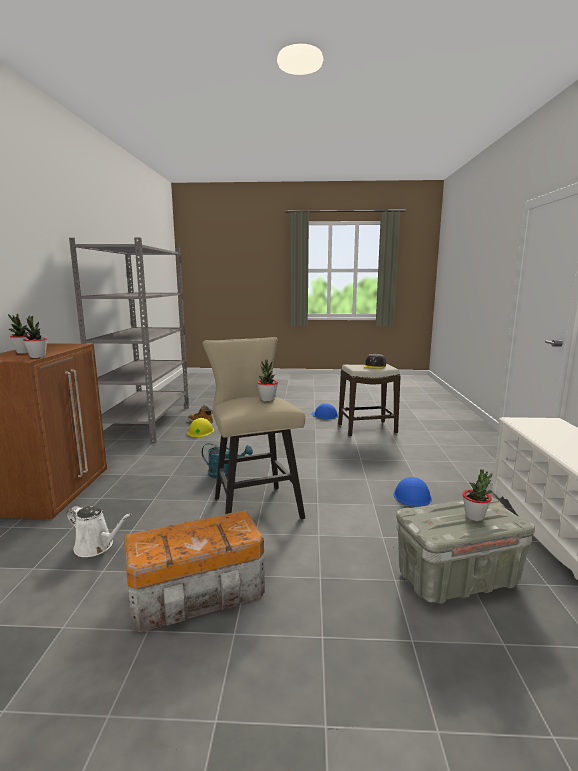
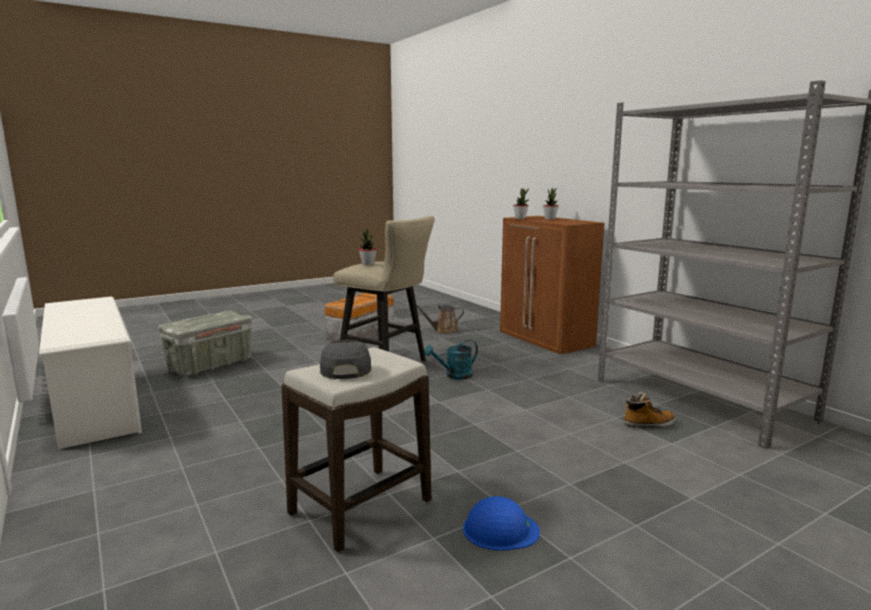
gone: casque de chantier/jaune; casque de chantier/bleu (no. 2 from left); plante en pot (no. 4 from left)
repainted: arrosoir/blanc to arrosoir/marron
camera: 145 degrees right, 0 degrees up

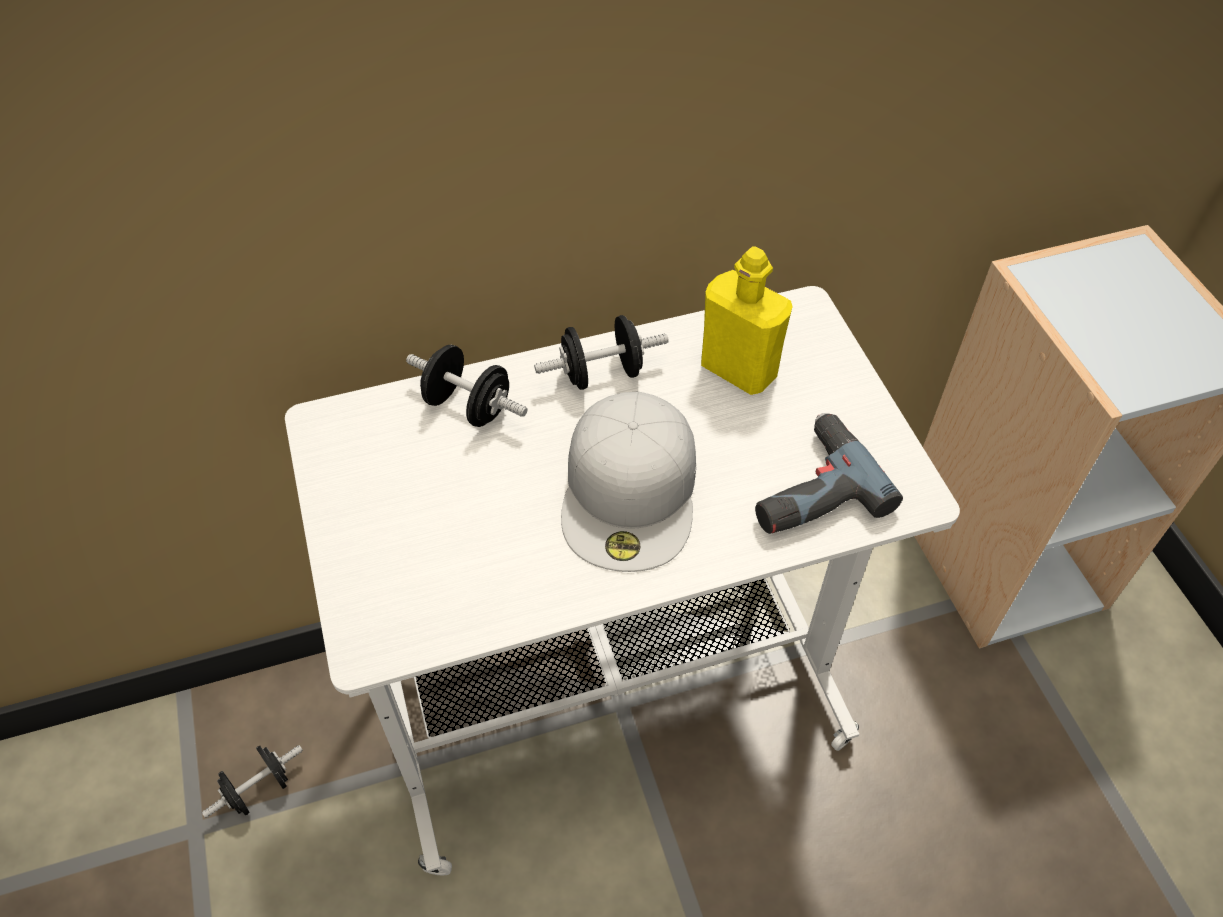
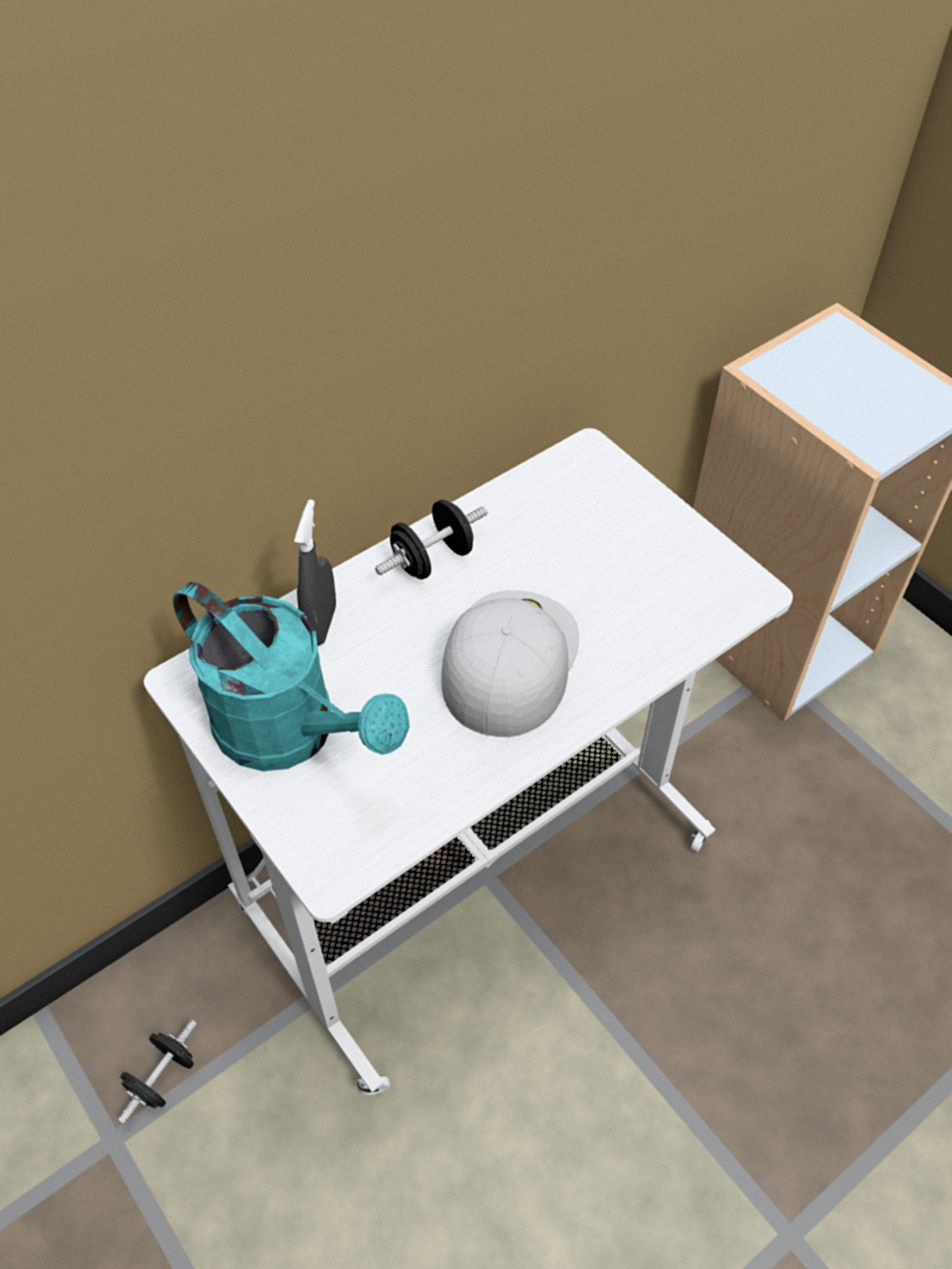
gone: bouteille/jaune; perceuse
new: arrosoir/turquoise
swapped: haltère/noir (no. 2 from left) to vaporisateur/gris
rotated: casquette/blanc 150 degrees counterclockwise
camera: 20 degrees left, 0 degrees up

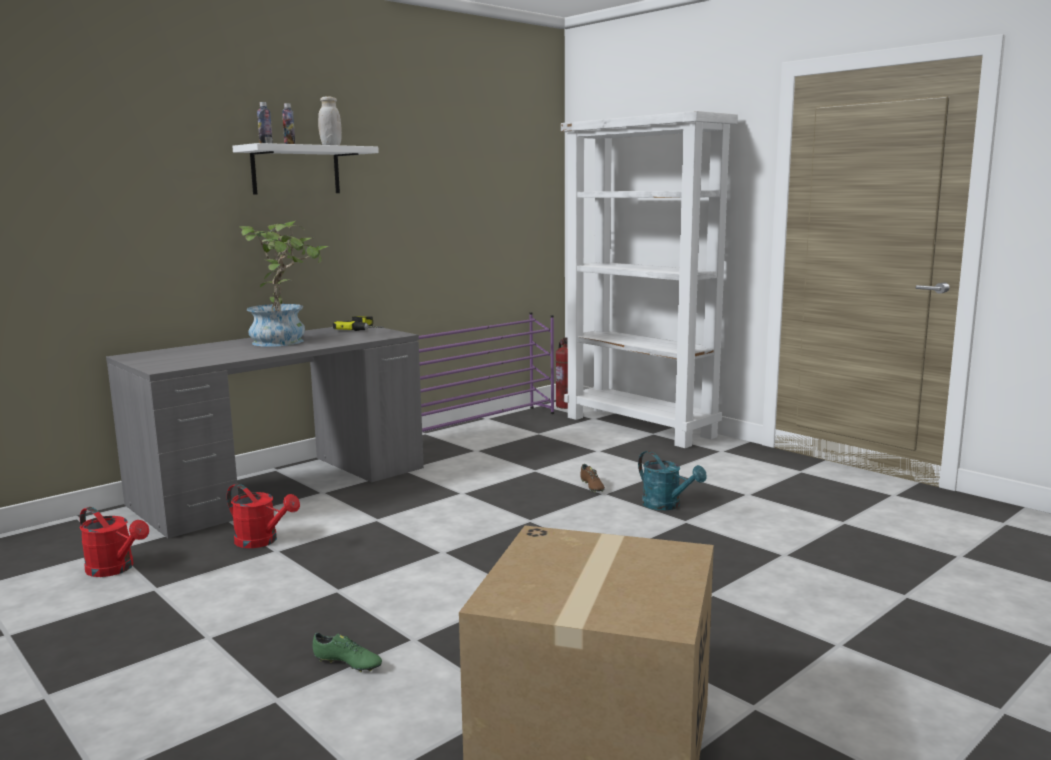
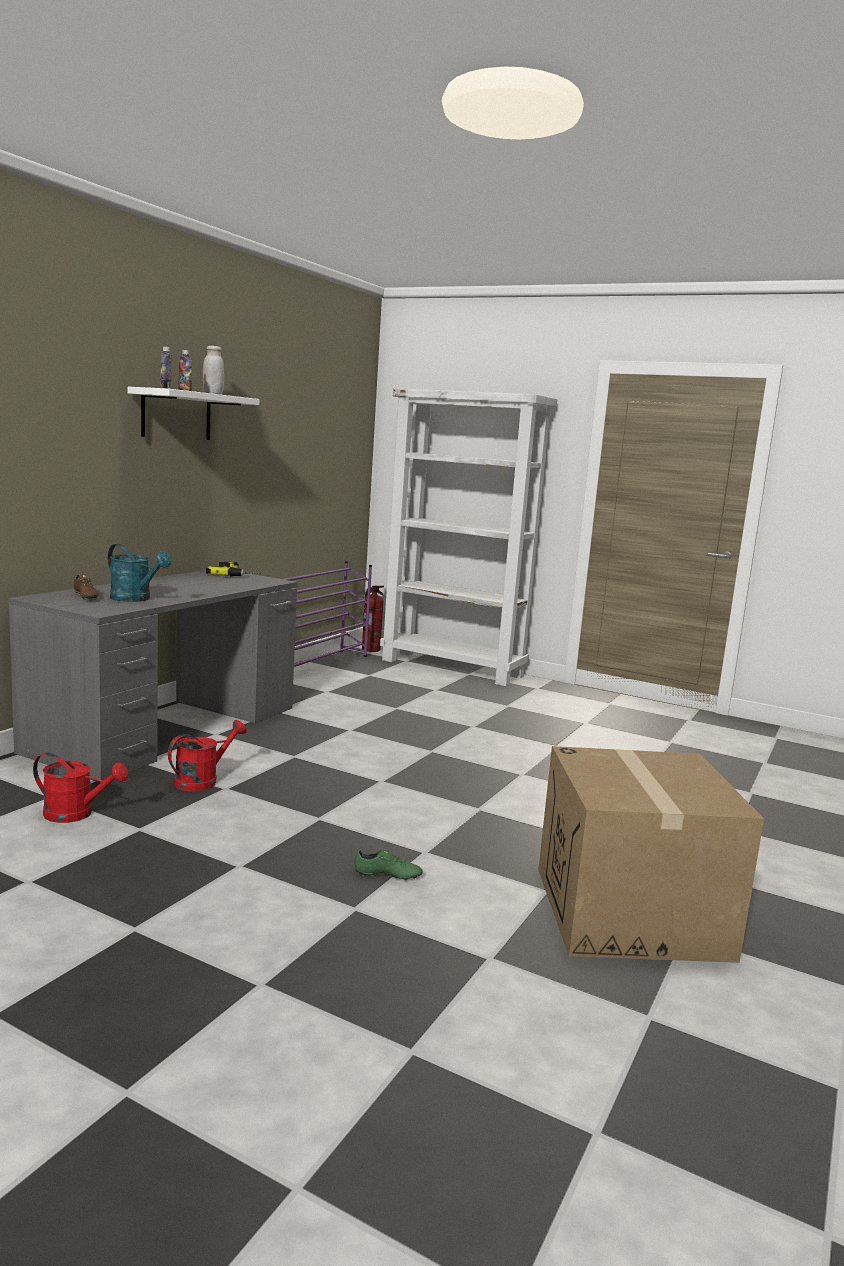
gone: plante en pot
shifted: chaussure/marron; arrosoir/turquoise
rotated: arrosoir/rouge (no. 2 from left) 60 degrees counterclockwise
camera: 20 degrees left, 0 degrees up

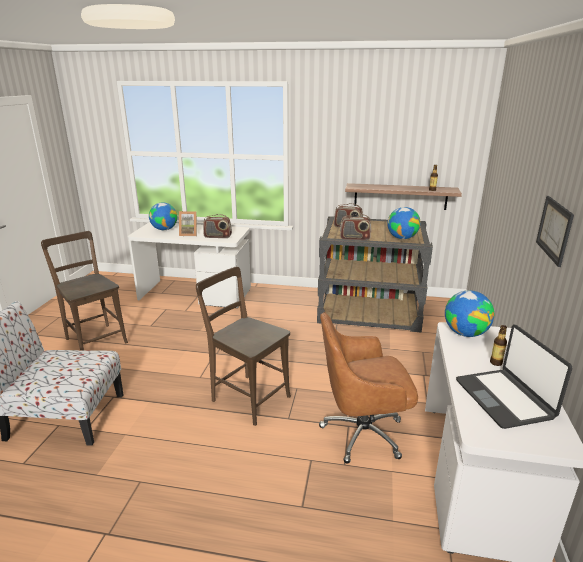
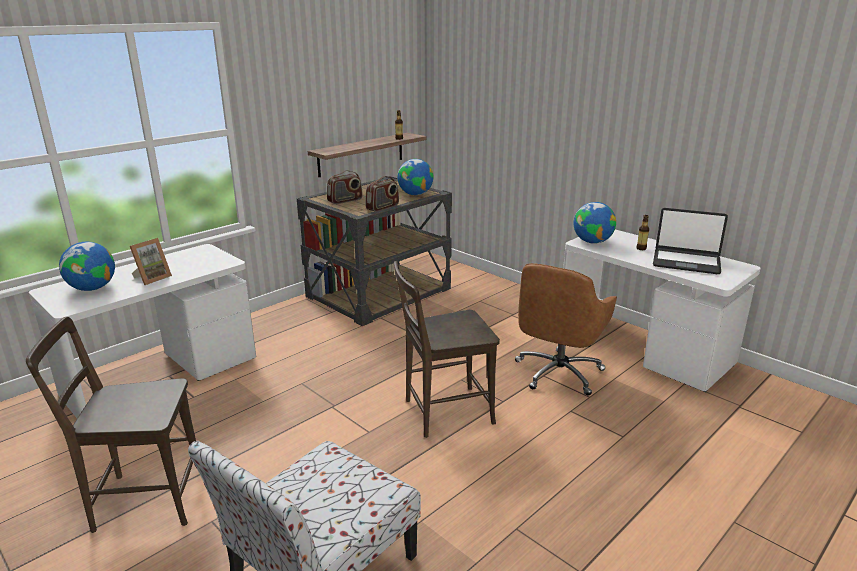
gone: radio (no. 1 from left); tableau
camera: 55 degrees left, 0 degrees up

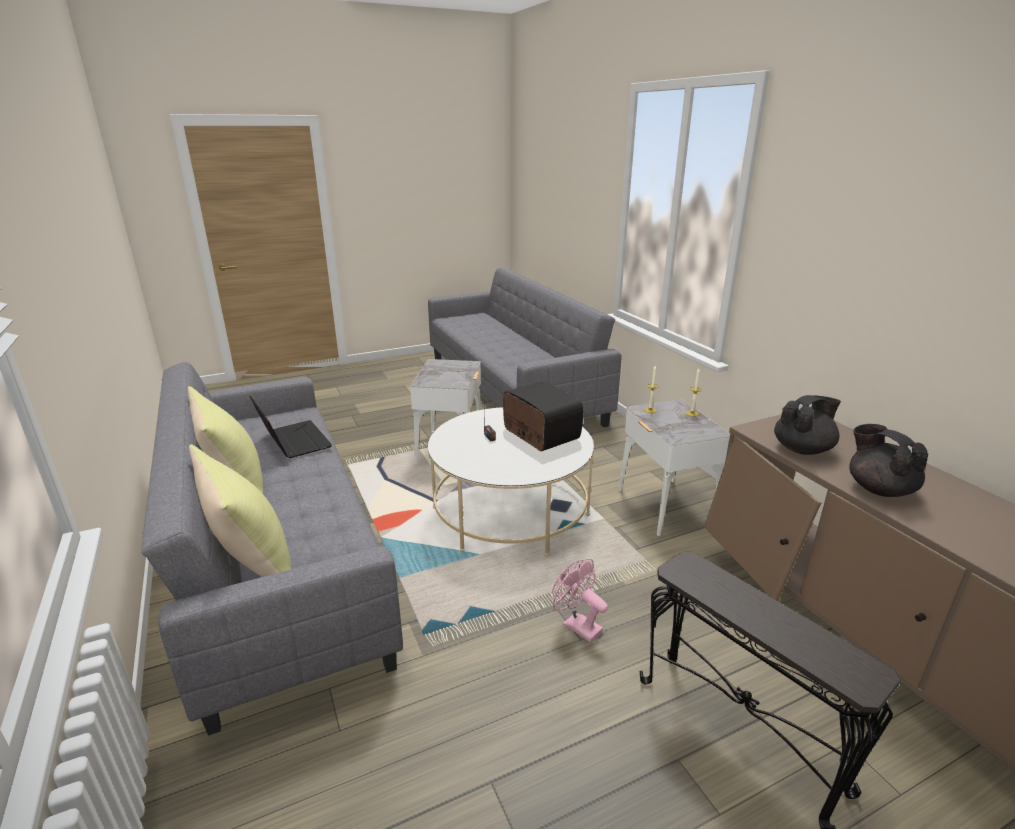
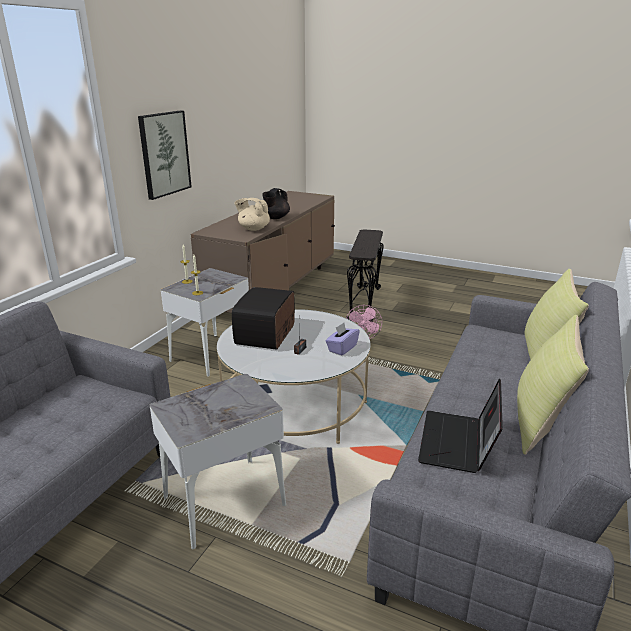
new: tableau; boîte à mouchoirs/violet
repainted: théière/noir (no. 1 from left) to théière/beige
camera: 130 degrees left, 0 degrees up

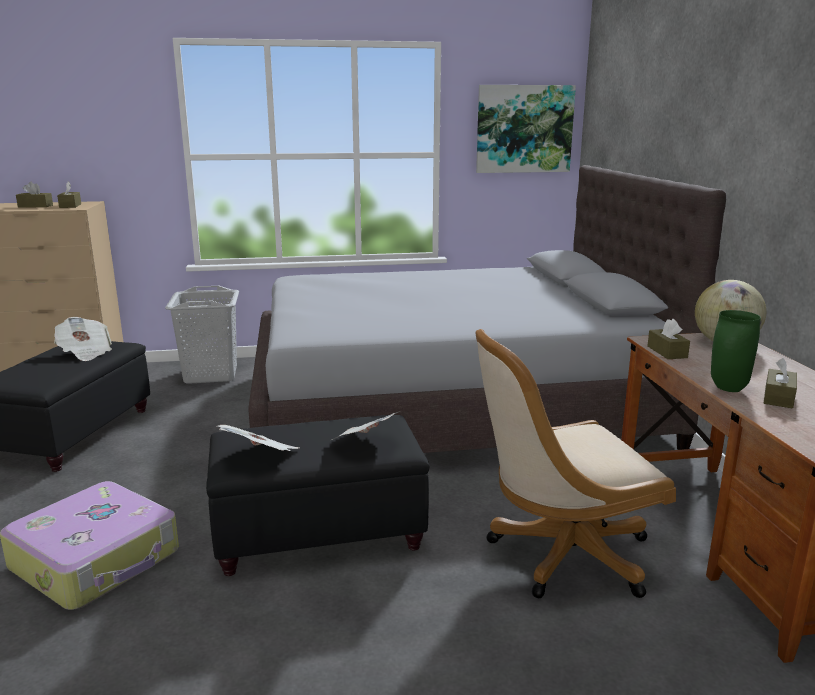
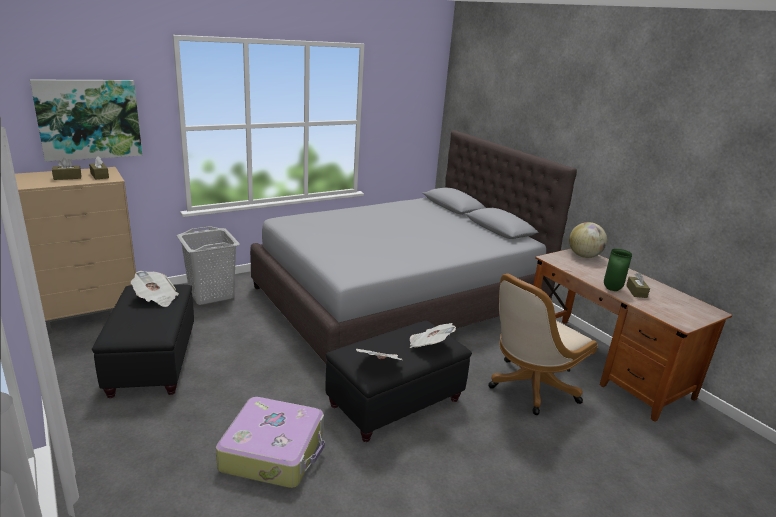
gone: boîte à mouchoirs/marron (no. 3 from left)
shifted: tableau
camera: 25 degrees left, 5 degrees up

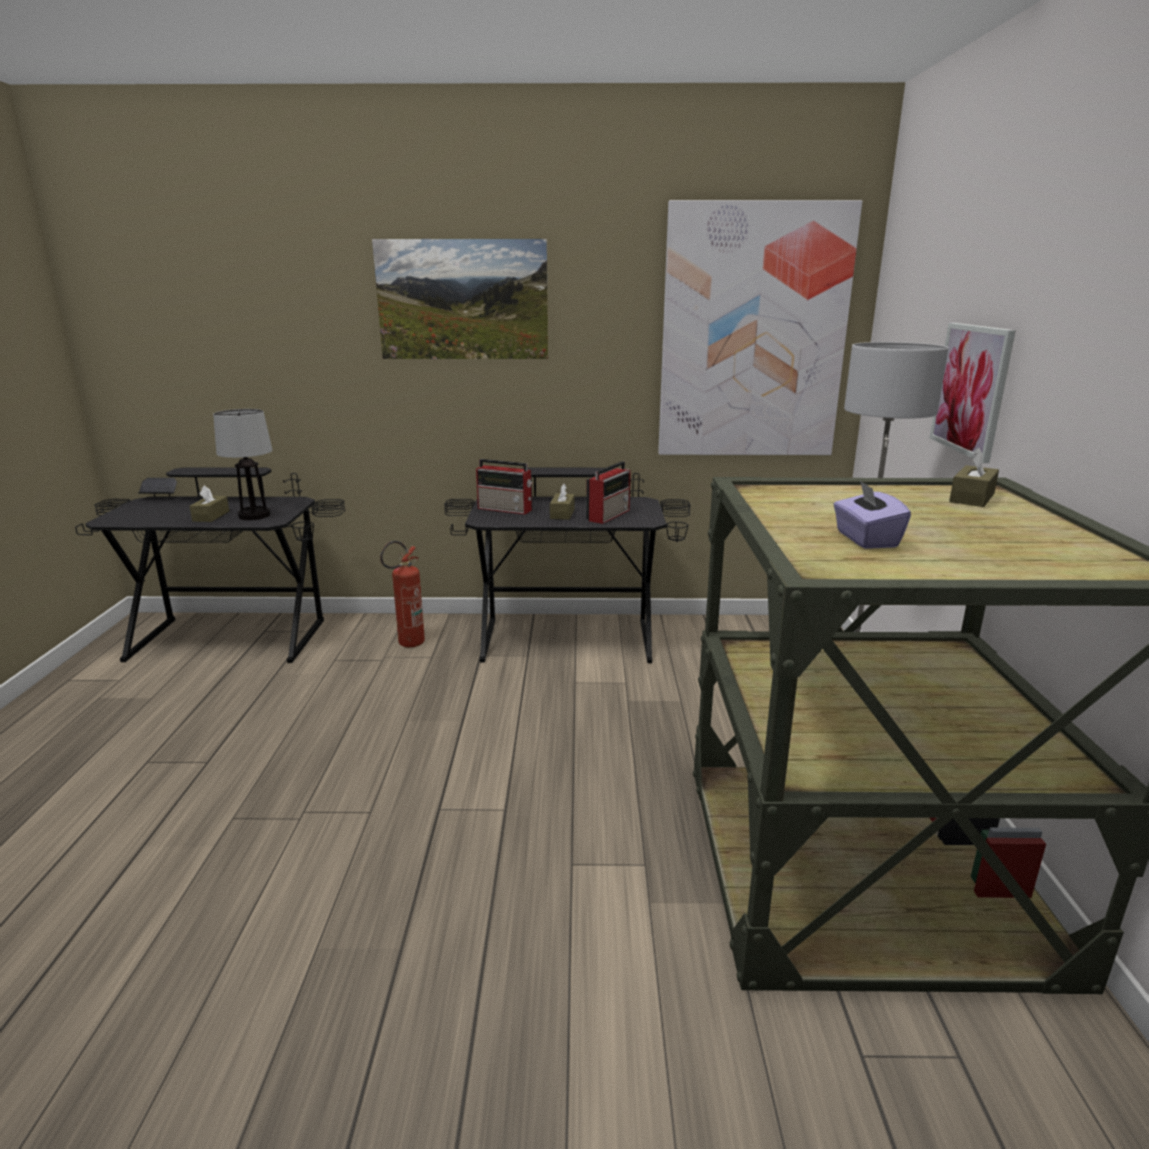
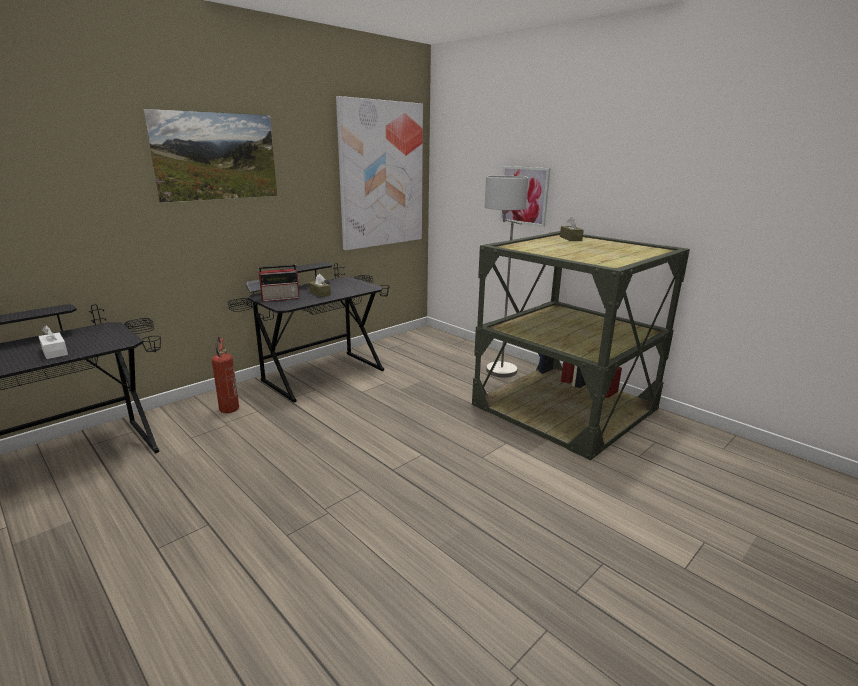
gone: lampe de table; radio (no. 2 from left); boîte à mouchoirs/violet
repainted: boîte à mouchoirs/marron (no. 1 from left) to boîte à mouchoirs/blanc
camera: 45 degrees left, 0 degrees up

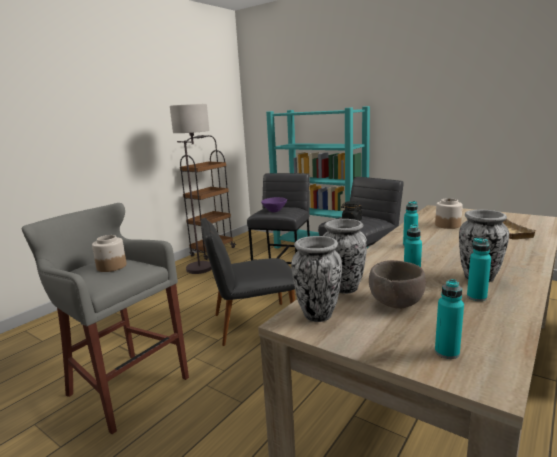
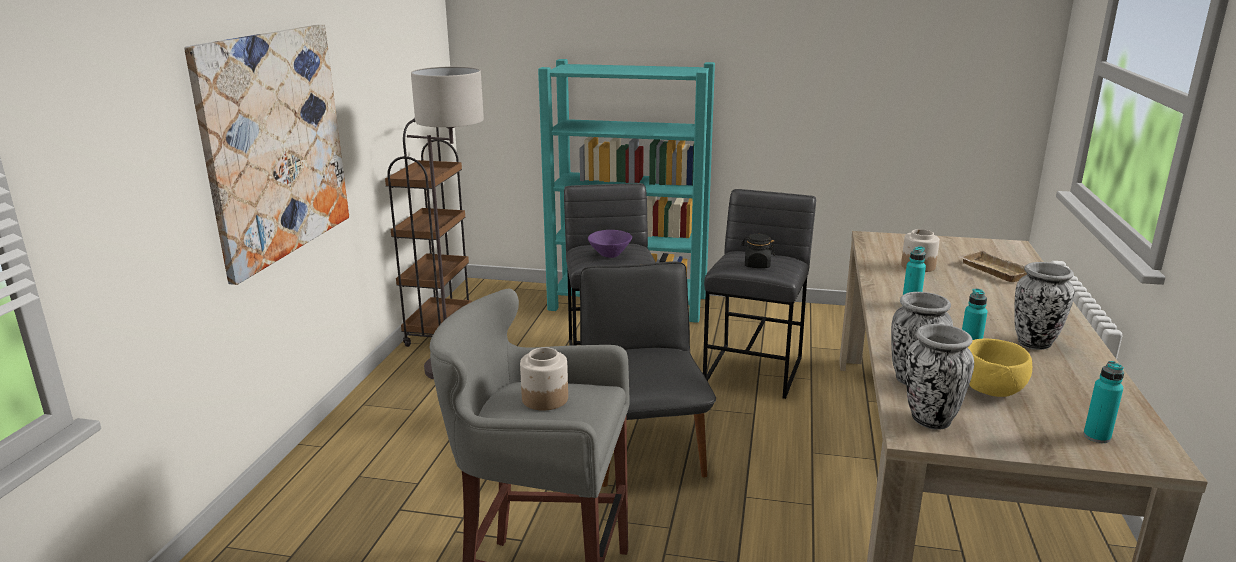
gone: bouteille/turquoise (no. 4 from left)
new: tableau
repainted: bol/marron to bol/jaune
rotated: chaise/noir 120 degrees clockwise
camera: 25 degrees left, 5 degrees up

